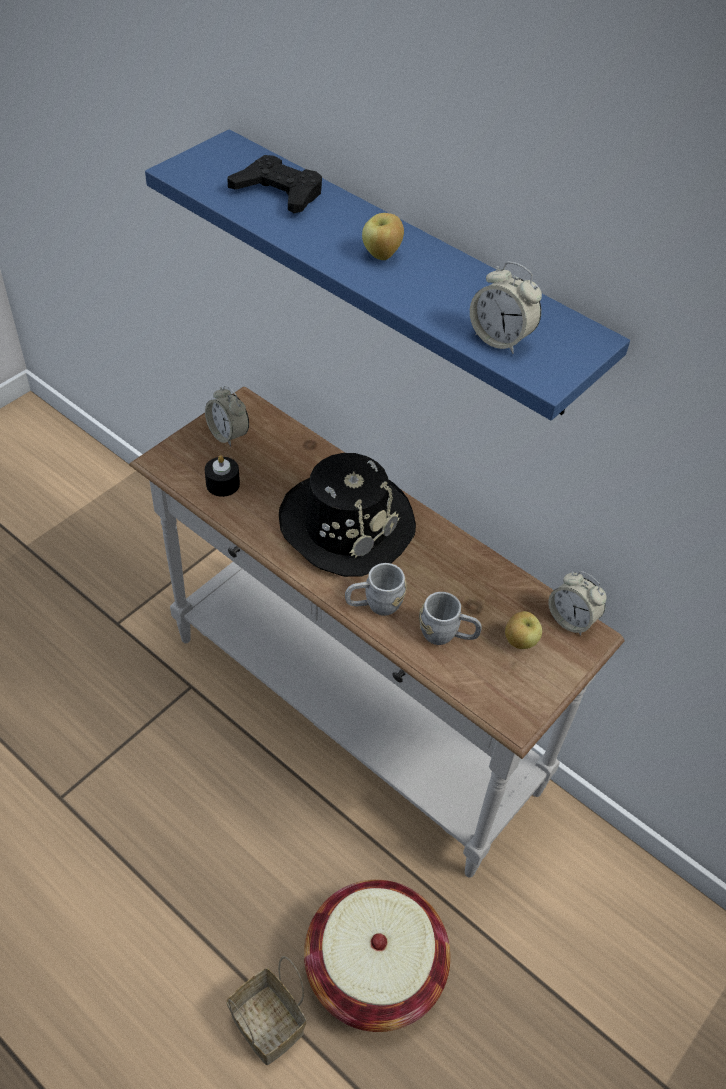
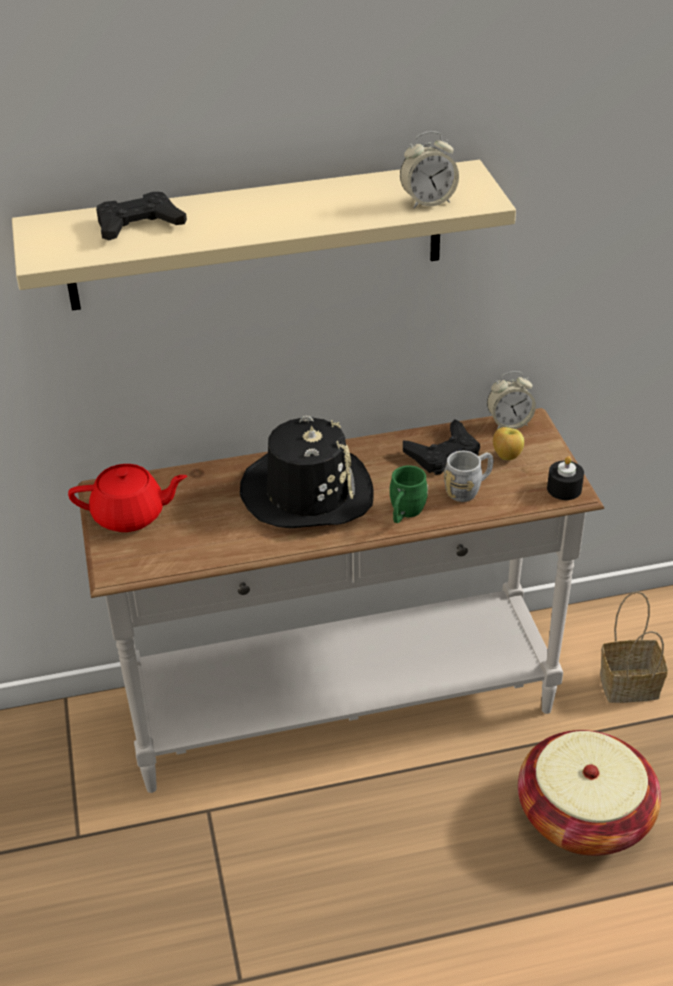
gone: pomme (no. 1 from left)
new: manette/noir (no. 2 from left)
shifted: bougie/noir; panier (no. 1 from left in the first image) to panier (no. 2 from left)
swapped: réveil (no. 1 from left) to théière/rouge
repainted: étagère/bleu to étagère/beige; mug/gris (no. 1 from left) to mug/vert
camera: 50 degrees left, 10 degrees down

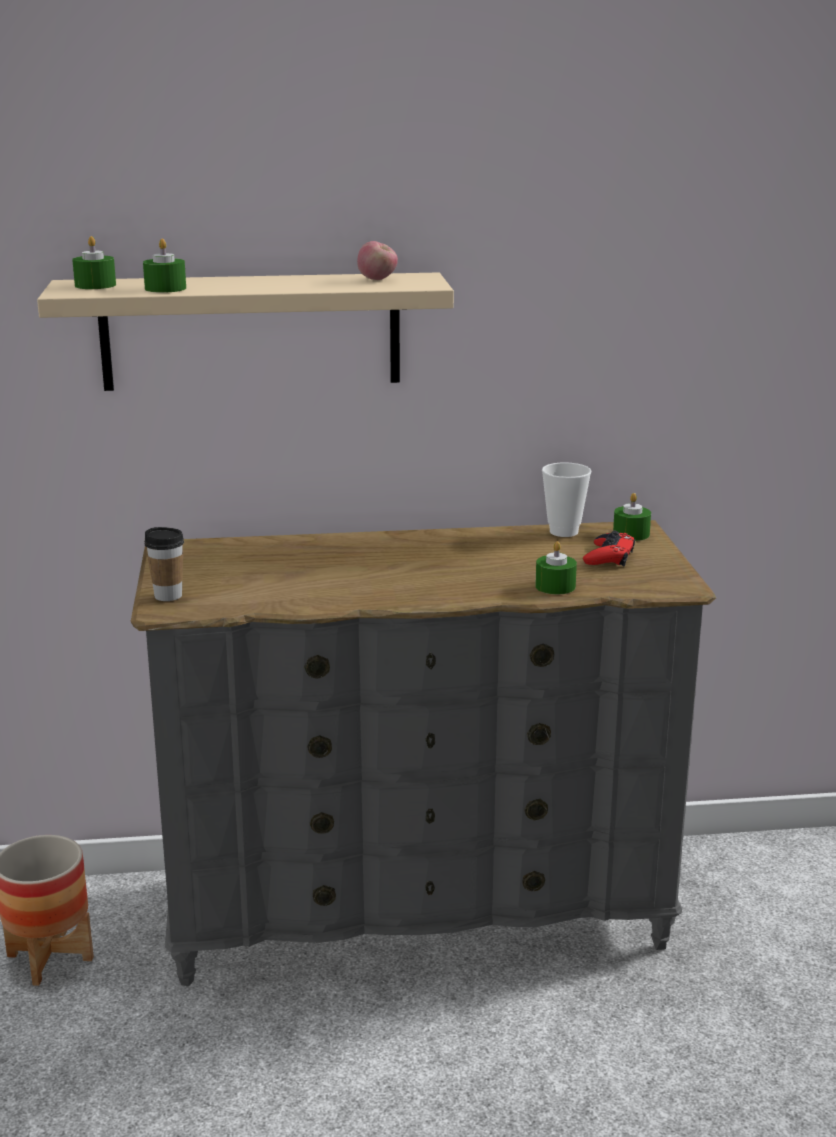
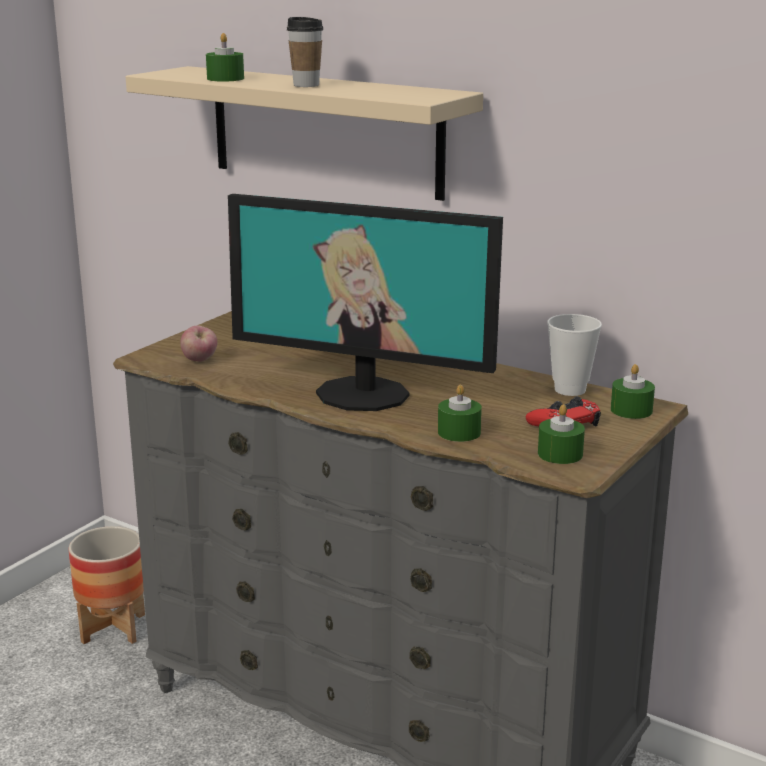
new: écran d'ordinateur
shifted: bougie/vert (no. 1 from left in the first image) to bougie/vert (no. 3 from left); tasse (no. 1 from left); pomme
camera: 40 degrees right, 0 degrees up

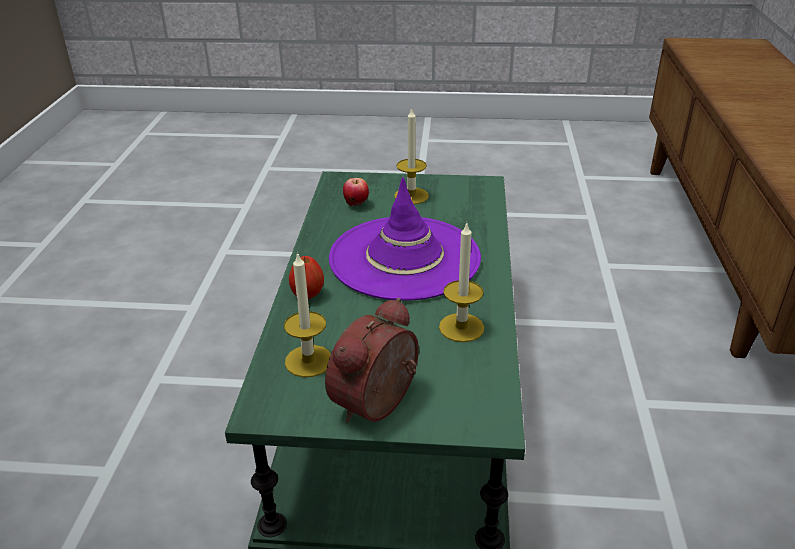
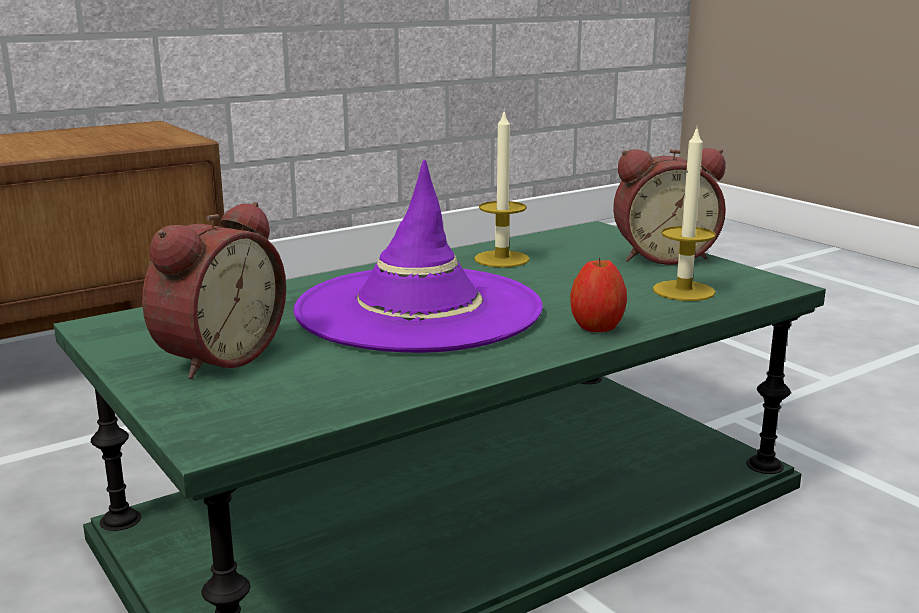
gone: pomme (no. 2 from left)
swapped: bougie (no. 2 from left) to réveil (no. 1 from left)
camera: 130 degrees left, 15 degrees down

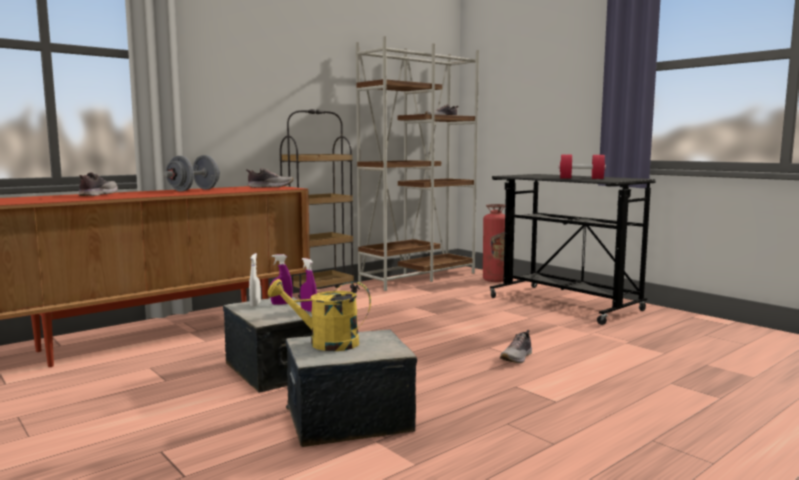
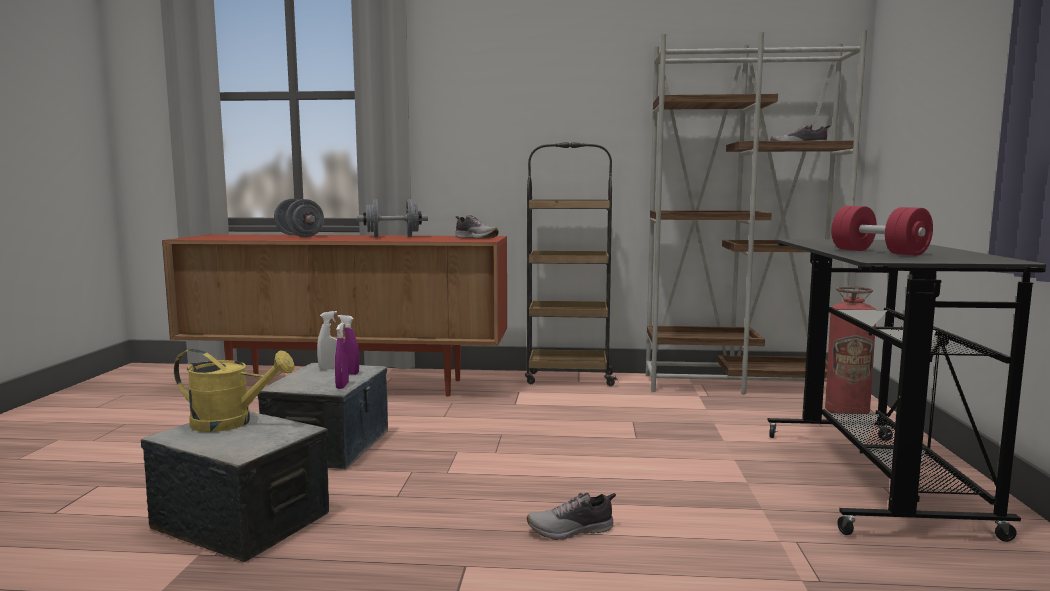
swapped: chaussure (no. 1 from left) to haltère/gris (no. 1 from left)
rotated: arrosoir/jaune 135 degrees clockwise
camera: 45 degrees right, 0 degrees up

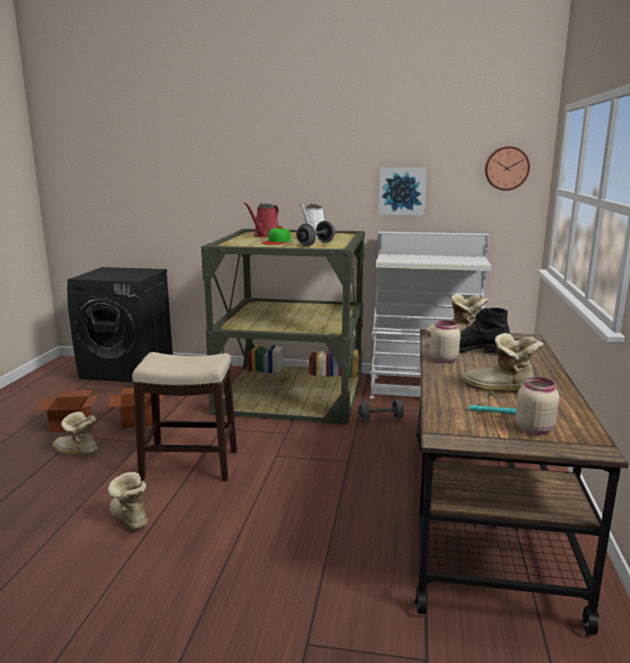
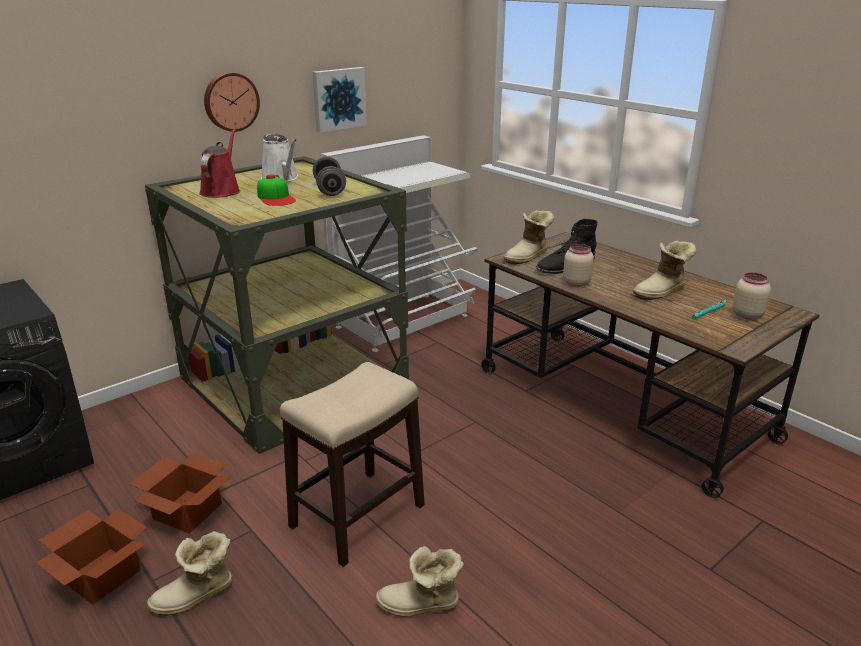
gone: haltère/gris (no. 2 from left)
shifted: horloge murale
rotated: arrosoir/rouge 150 degrees counterclockwise
camera: 50 degrees left, 10 degrees up

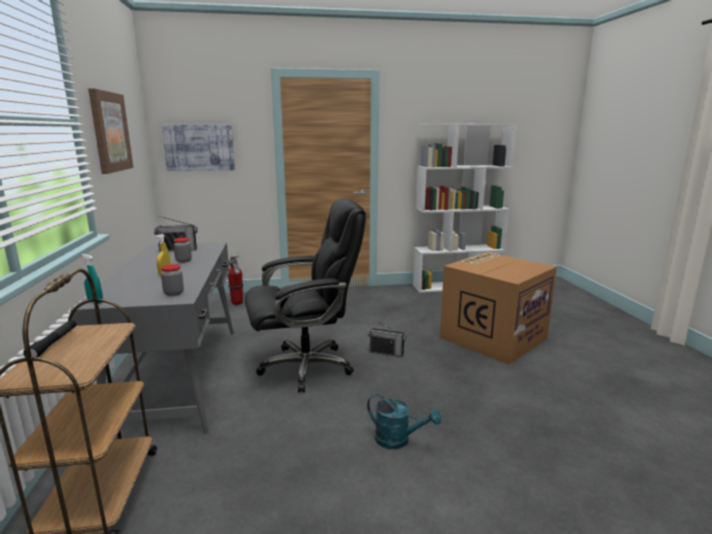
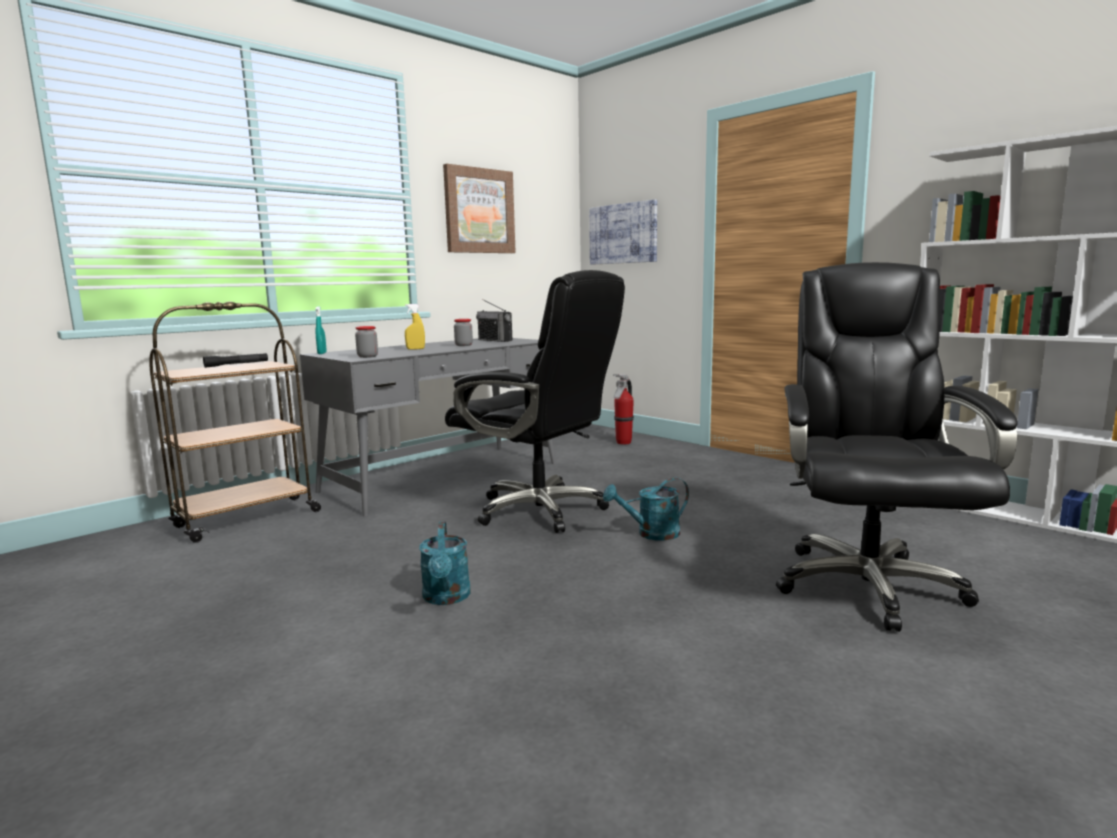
swapped: radio (no. 2 from left) to arrosoir/turquoise (no. 2 from left); carton to chaise de bureau/noir (no. 2 from left)
camera: 55 degrees right, 5 degrees down

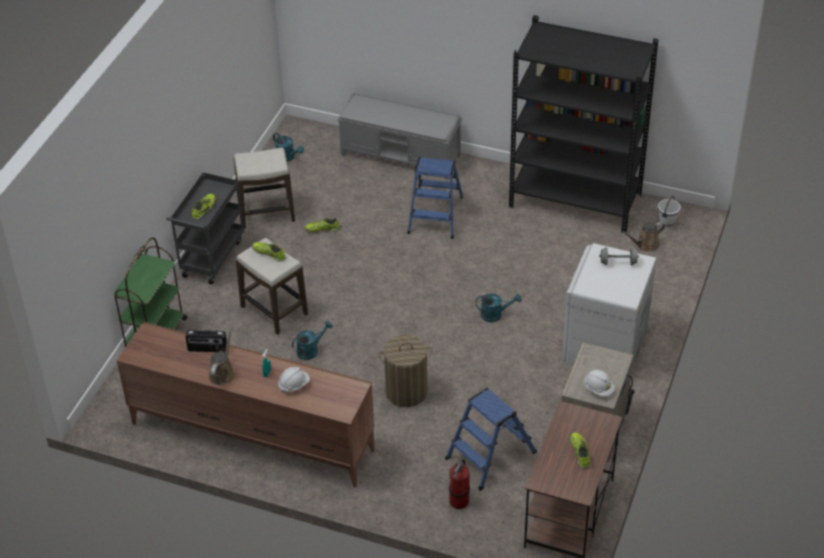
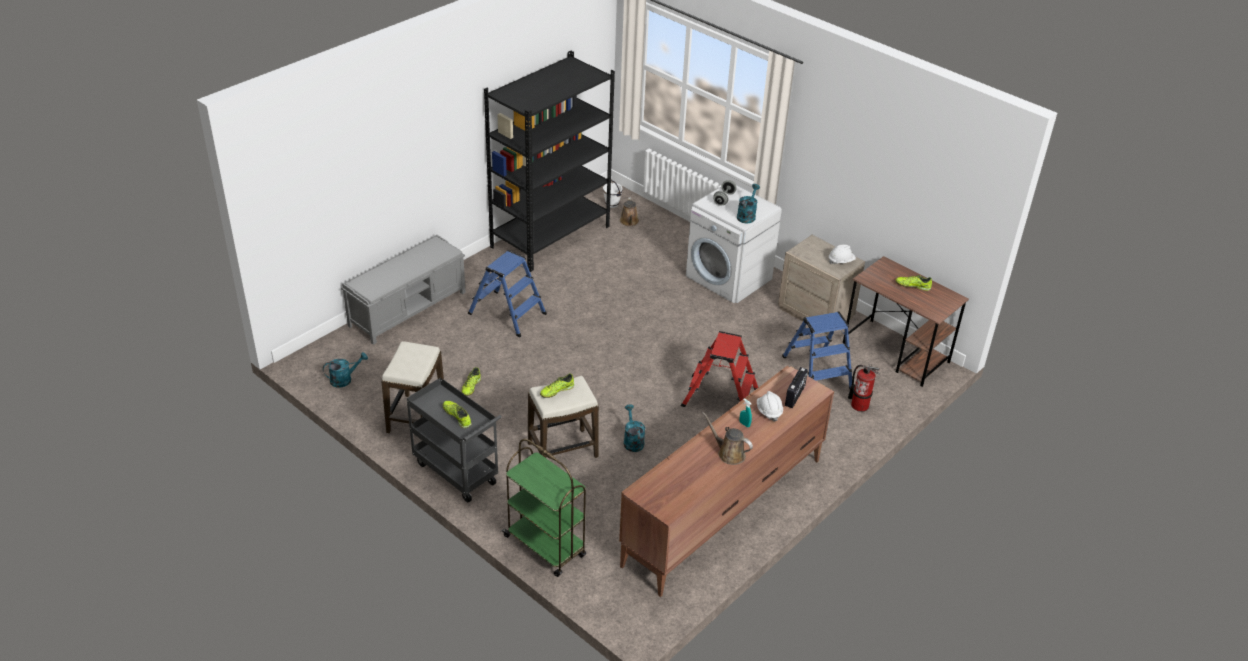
shifted: radio; arrosoir/turquoise (no. 3 from left)
swapped: panier à linge to escabeau/rouge
camera: 70 degrees left, 5 degrees down

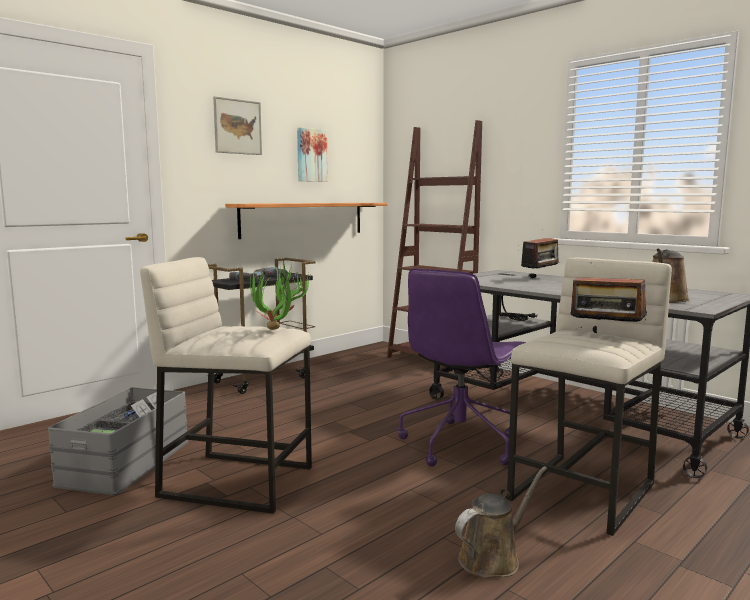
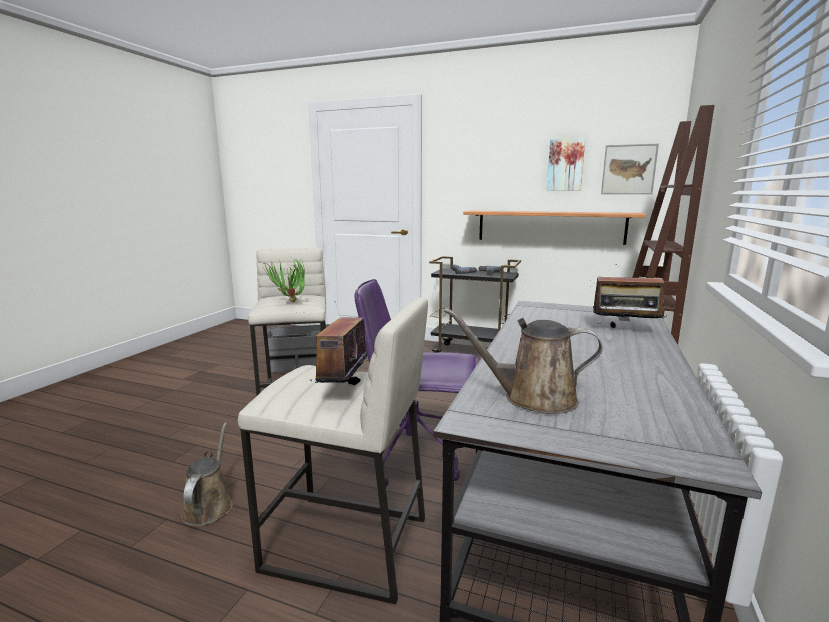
shifted: tableau (no. 1 from left in the first image) to tableau (no. 2 from left)
rotated: arrosoir/marron (no. 1 from left) 120 degrees counterclockwise
camera: 65 degrees right, 5 degrees up

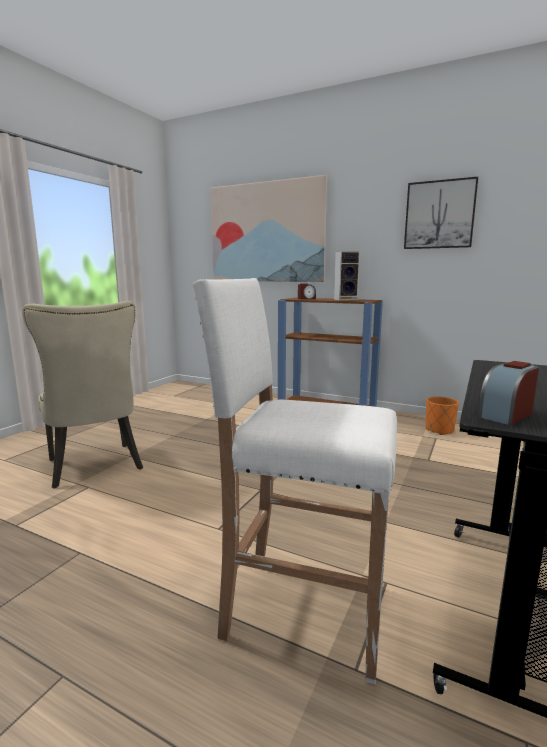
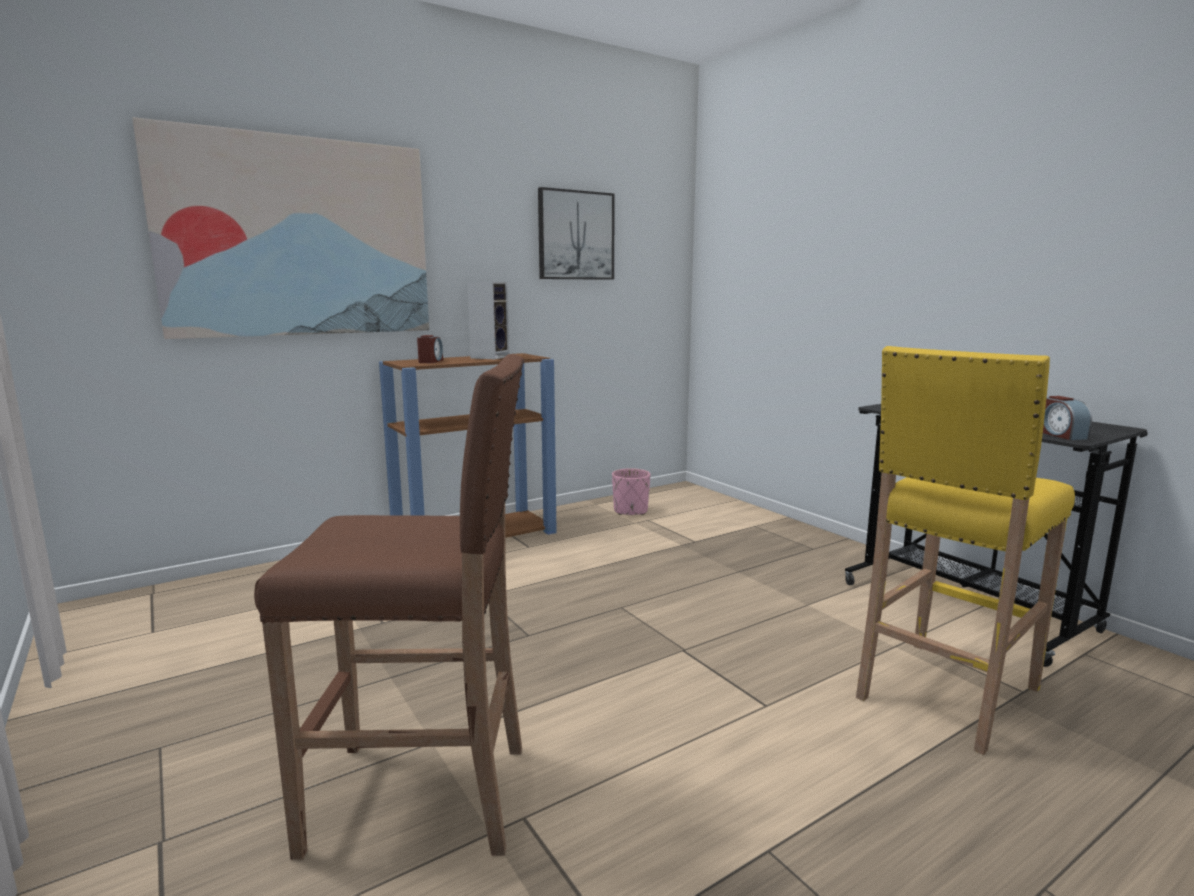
swapped: chaise/beige to tabouret/marron
repainted: tabouret/blanc to tabouret/jaune; cache-pot/orange to cache-pot/rose
camera: 60 degrees left, 0 degrees up

